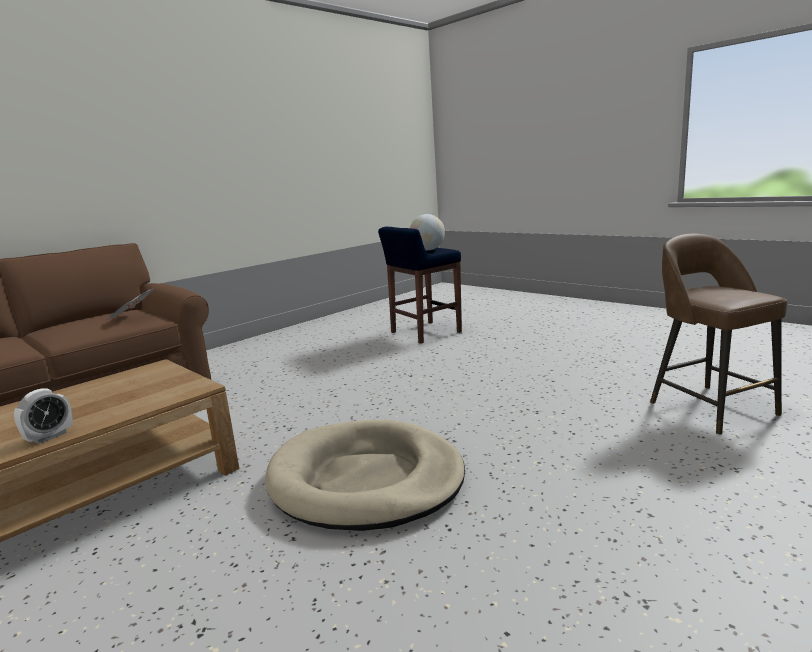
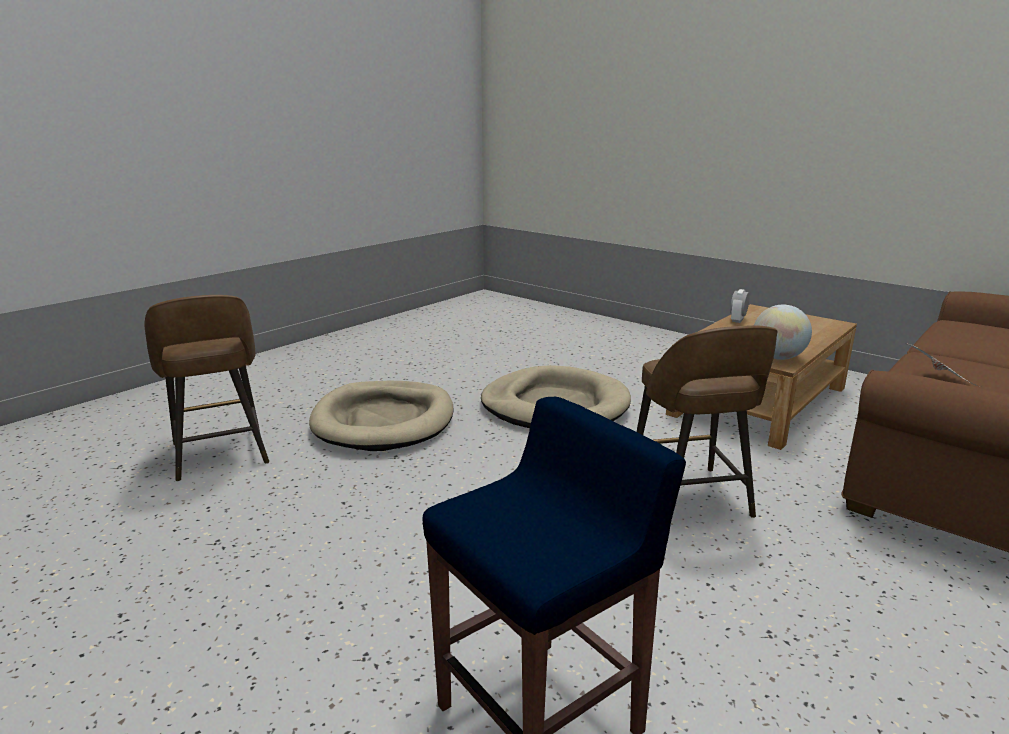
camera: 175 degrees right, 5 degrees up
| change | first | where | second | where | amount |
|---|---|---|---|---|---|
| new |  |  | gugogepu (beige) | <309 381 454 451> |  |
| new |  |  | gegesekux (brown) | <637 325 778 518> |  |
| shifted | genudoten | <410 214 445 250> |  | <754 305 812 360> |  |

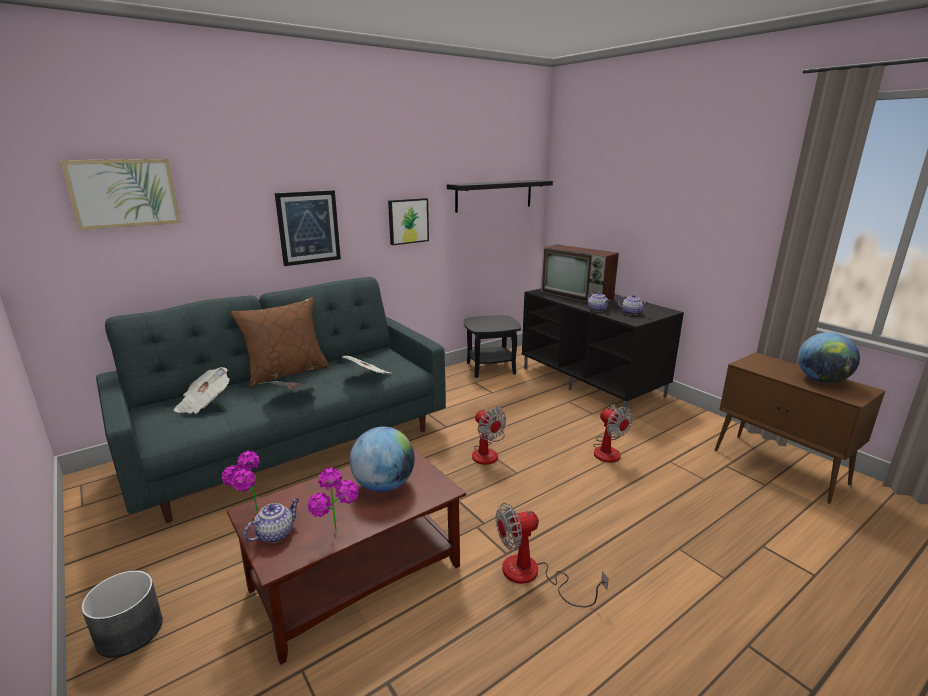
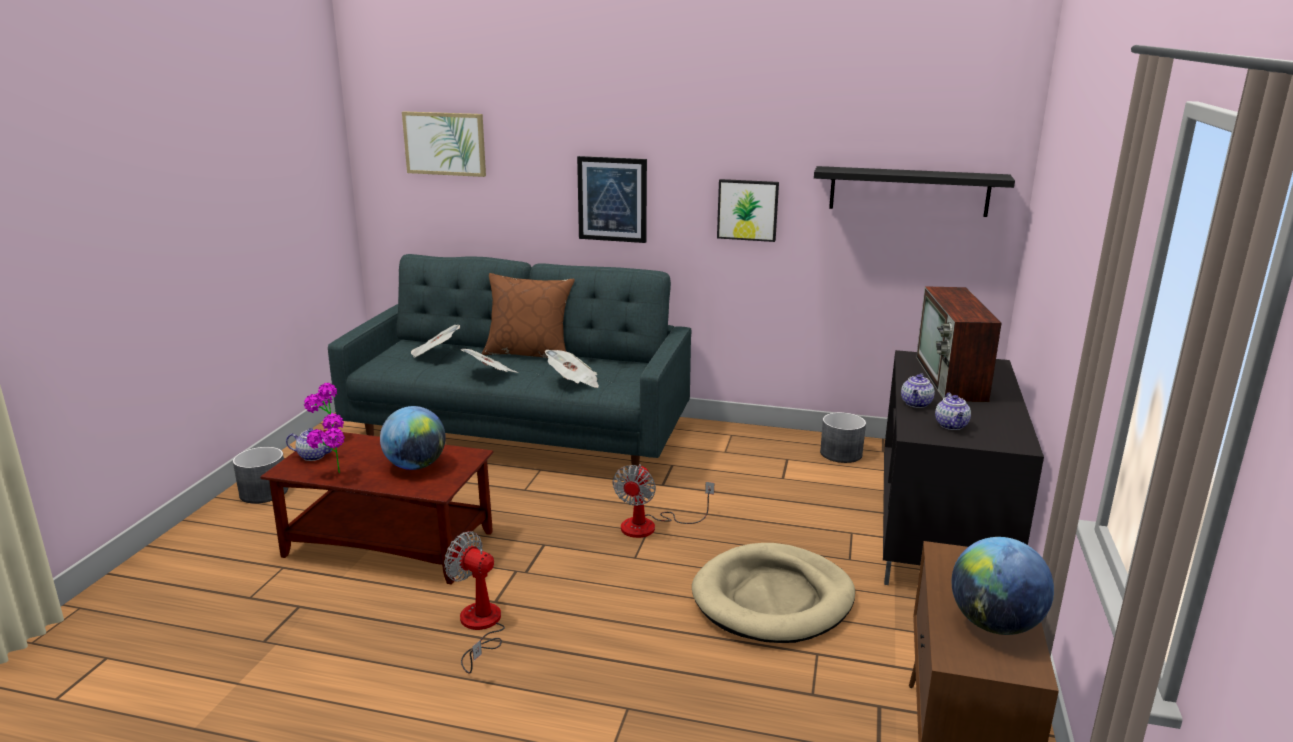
camera: 50 degrees right, 0 degrees up
| change | first | where | second | where | amount |
|---|---|---|---|---|---|
| swapped | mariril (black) | <464 315 521 378> | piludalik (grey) | <820 412 866 463> |  |
| swapped | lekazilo | <593 404 633 463> | gugogepu (beige) | <692 543 855 643> |  |

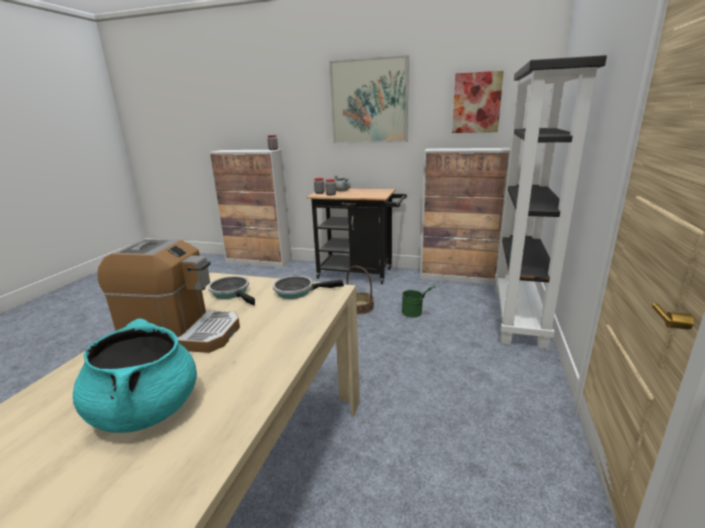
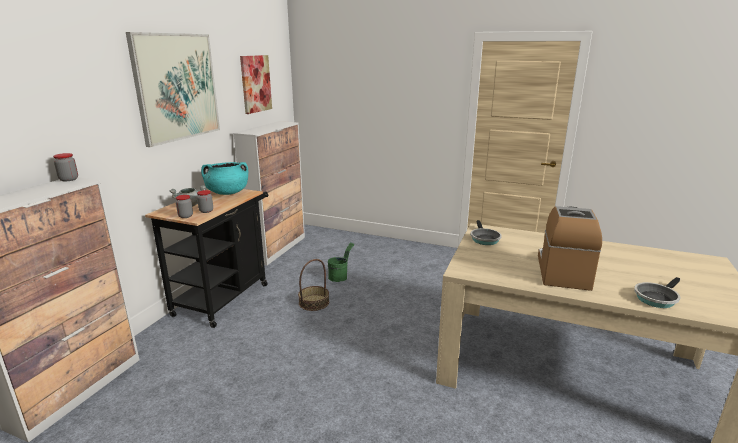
camera: 85 degrees left, 0 degrees up
| change | first | where | second | where | amount |
|---|---|---|---|---|---|
| gone | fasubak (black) | <495 55 607 349> |  |  |  |
| shifted | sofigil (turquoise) | <73 318 197 433> |  | <201 162 248 195> |  |
| shifted | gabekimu | <208 276 255 306> |  | <634 277 680 308> |  |

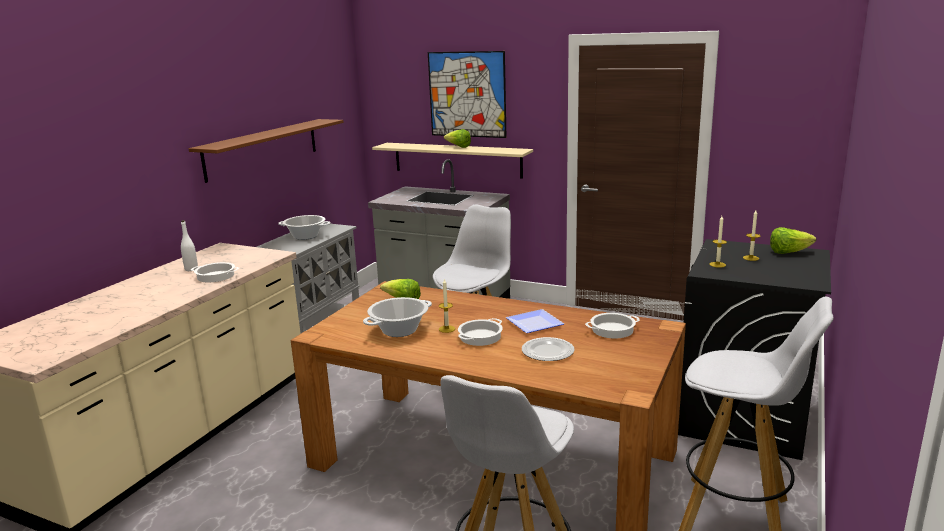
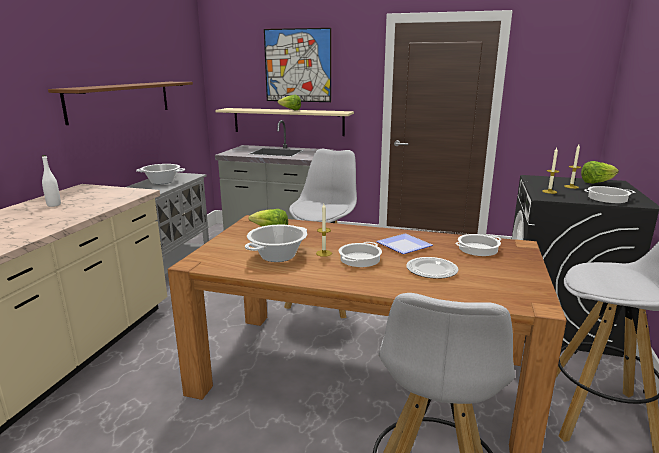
camera: 10 degrees left, 0 degrees up
| change | first | where | second | where | amount |
|---|---|---|---|---|---|
| shifted | sofigil | <191 262 239 282> |  | <584 186 636 203> |  |

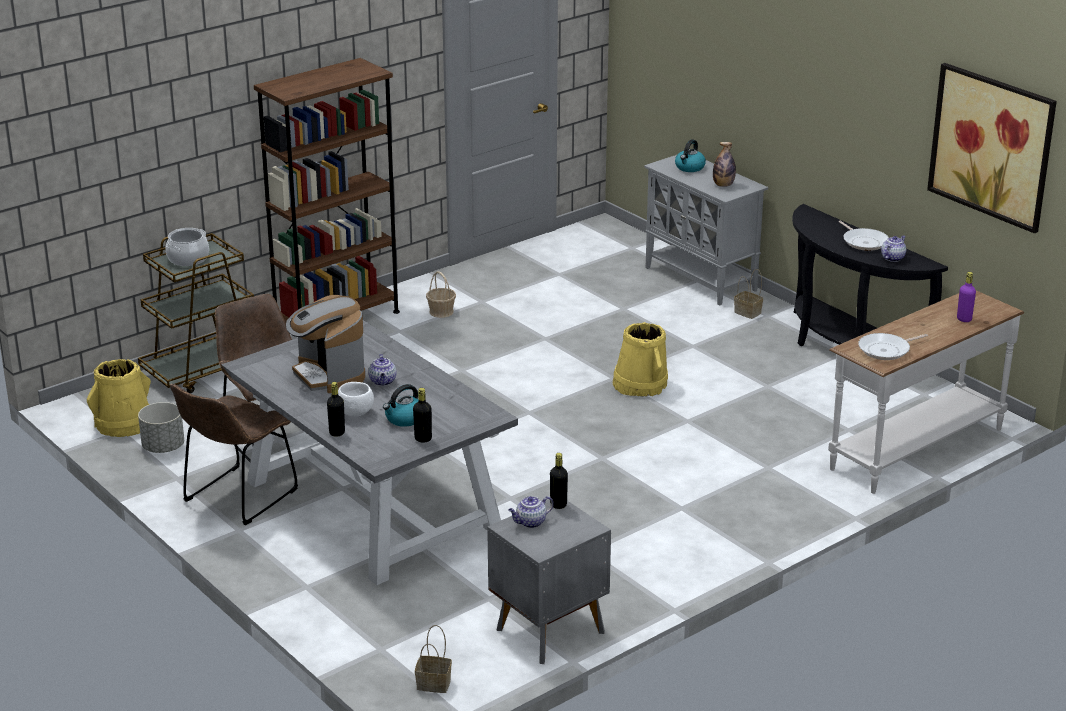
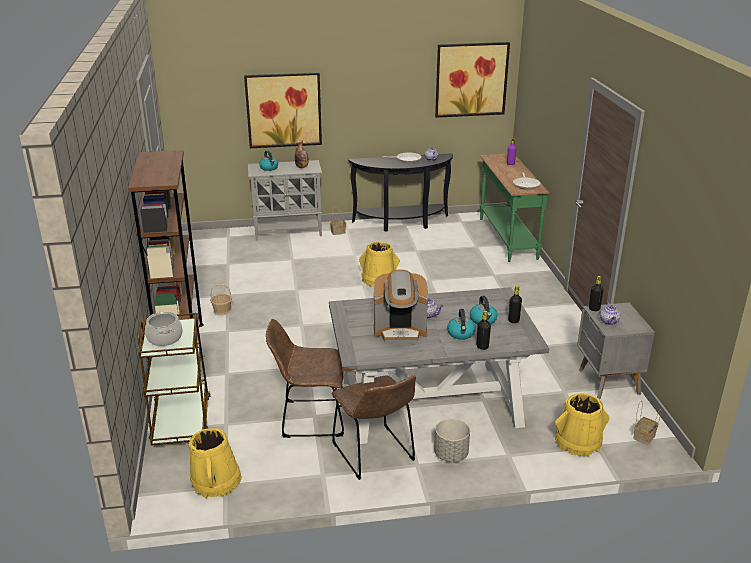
camera: 60 degrees left, 0 degrees up
| change | first | where | second | where | amount |
|---|---|---|---|---|---|
| new |  |  | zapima | <244 72 322 148> |  |
| new |  |  | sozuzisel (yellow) | <555 393 610 456> |  |
| shifted | piludalik (grey) | <138 402 184 453> |  | <434 418 470 462> |  |
| swapped | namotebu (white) | <338 382 374 416> | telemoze | <447 309 476 340> |  |
| repainted | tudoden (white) | <828 290 1024 494> | tudoden (green) | <480 153 549 262> |  |

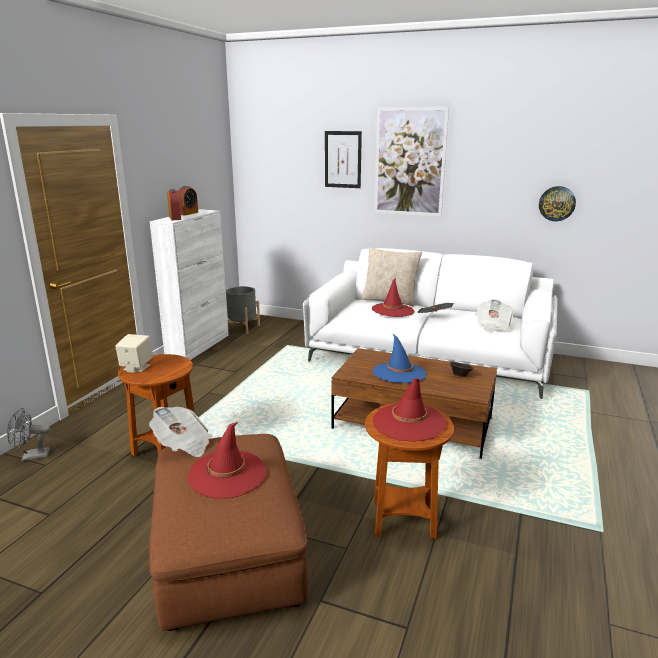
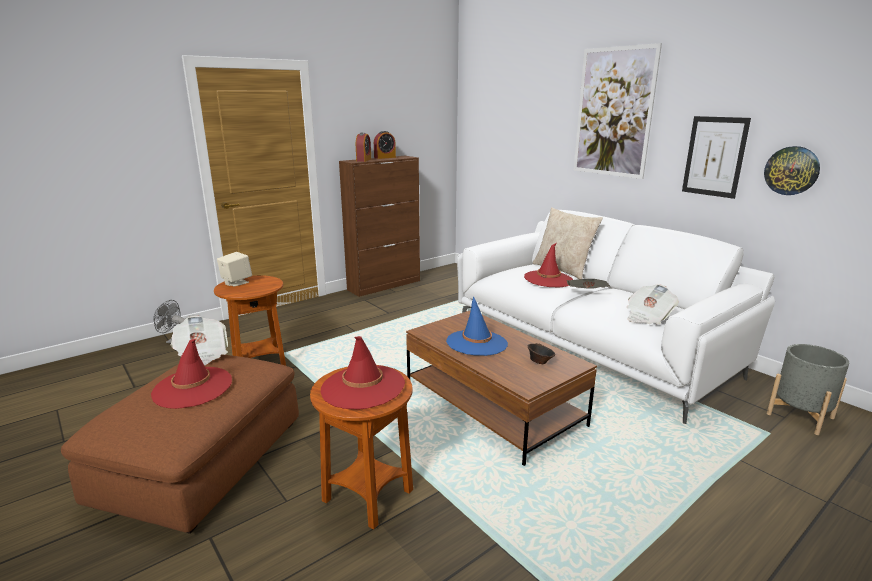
camera: 30 degrees right, 0 degrees up
| change | first | where | second | where | amount |
|---|---|---|---|---|---|
| shifted | piludalik (grey) | <226 286 260 334> |  | <767 344 849 435> |  |
| shifted | zapima | <325 131 362 188> |  | <682 116 751 199> |  |
| repainted | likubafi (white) | <150 209 229 360> | likubafi (brown) | <339 156 420 297> |  |

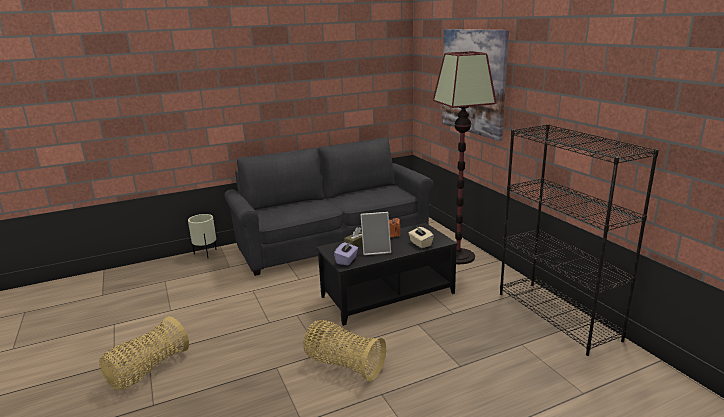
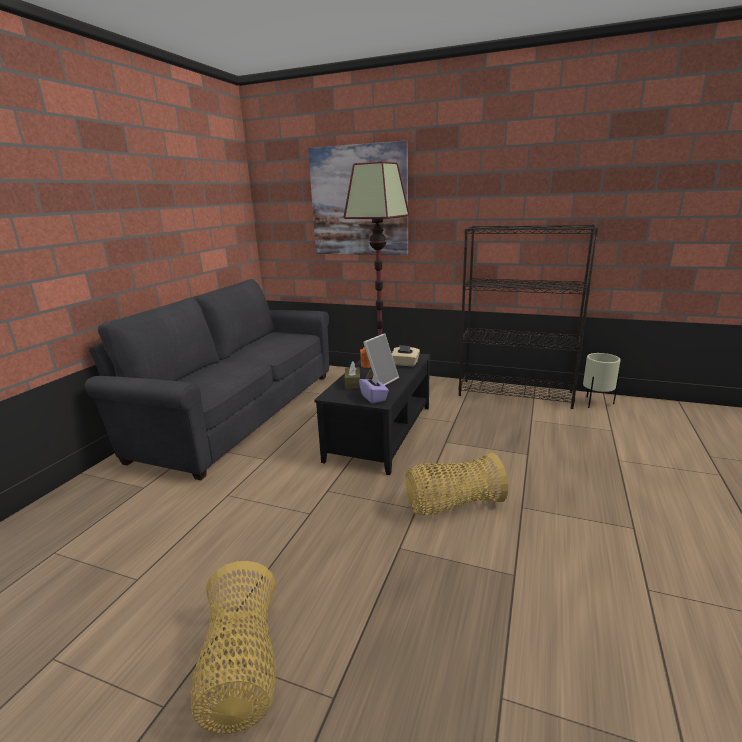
camera: 45 degrees left, 0 degrees up
| change | first | where | second | where | amount |
|---|---|---|---|---|---|
| shifted | piludalik (beige) | <188 214 217 259> |  | <583 353 621 408> |  |

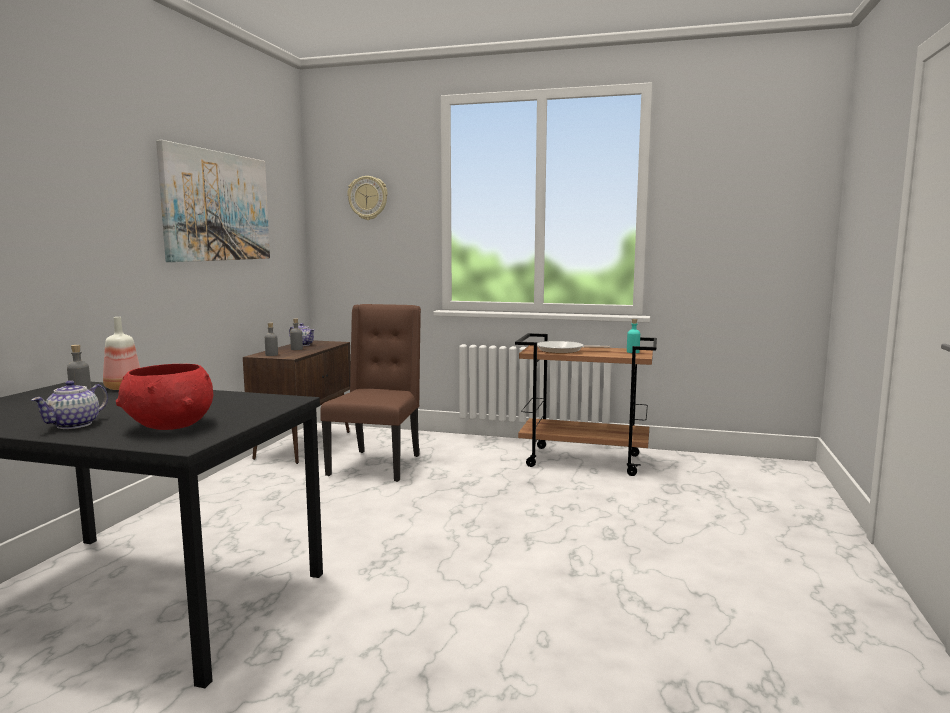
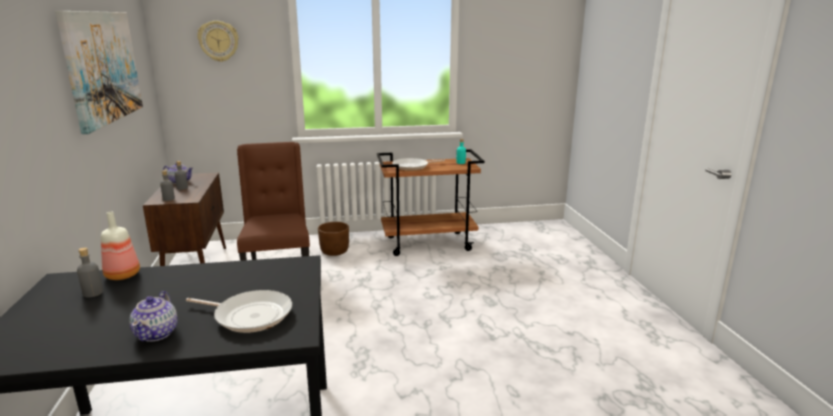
camera: 25 degrees left, 10 degrees up
| change | first | where | second | where | amount |
|---|---|---|---|---|---|
| new |  |  | piludalik (brown) | <318 222 349 256> |  |
| swapped | namotebu (red) | <116 364 213 430> | gabekimu | <186 290 292 333> |  |

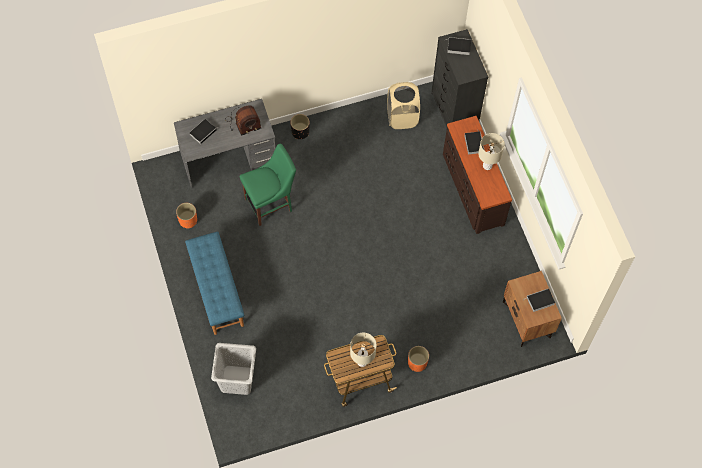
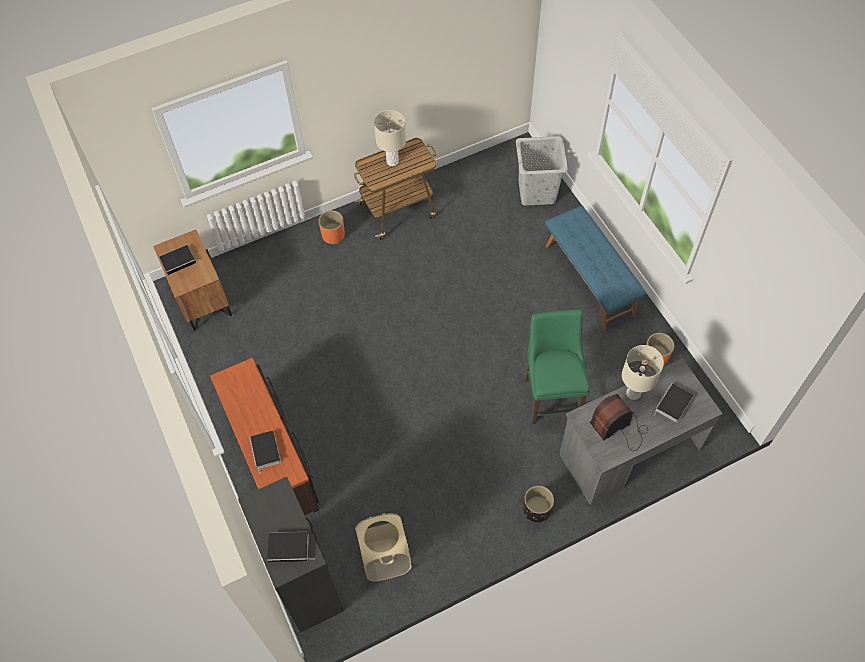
camera: 175 degrees right, 5 degrees down
| change | first | where | second | where | amount |
|---|---|---|---|---|---|
| shifted | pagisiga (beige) | <478 133 505 170> |  | <622 345 664 400> |  |
| rotated | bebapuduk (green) | <240 144 296 226> |  | <525 309 590 424> | 120 degrees clockwise |

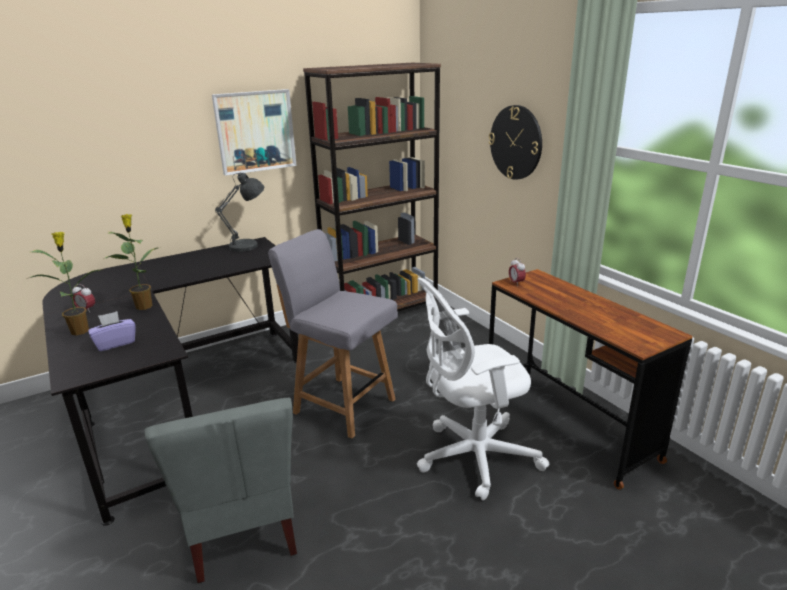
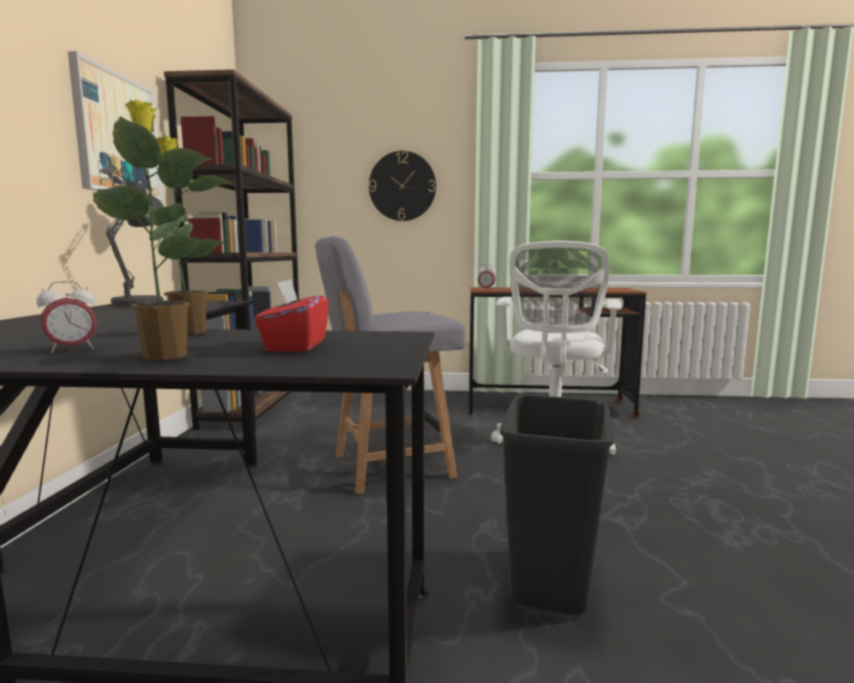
camera: 55 degrees left, 15 degrees down
| change | first | where | second | where | amount |
|---|---|---|---|---|---|
| swapped | bebapuduk (grey) | <145 397 297 583> | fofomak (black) | <500 395 614 615> |  |
| repainted | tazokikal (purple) | <88 311 136 351> | tazokikal (red) | <255 279 329 352> |  |

